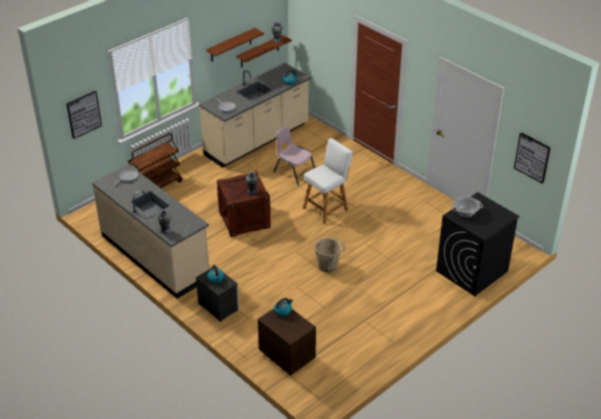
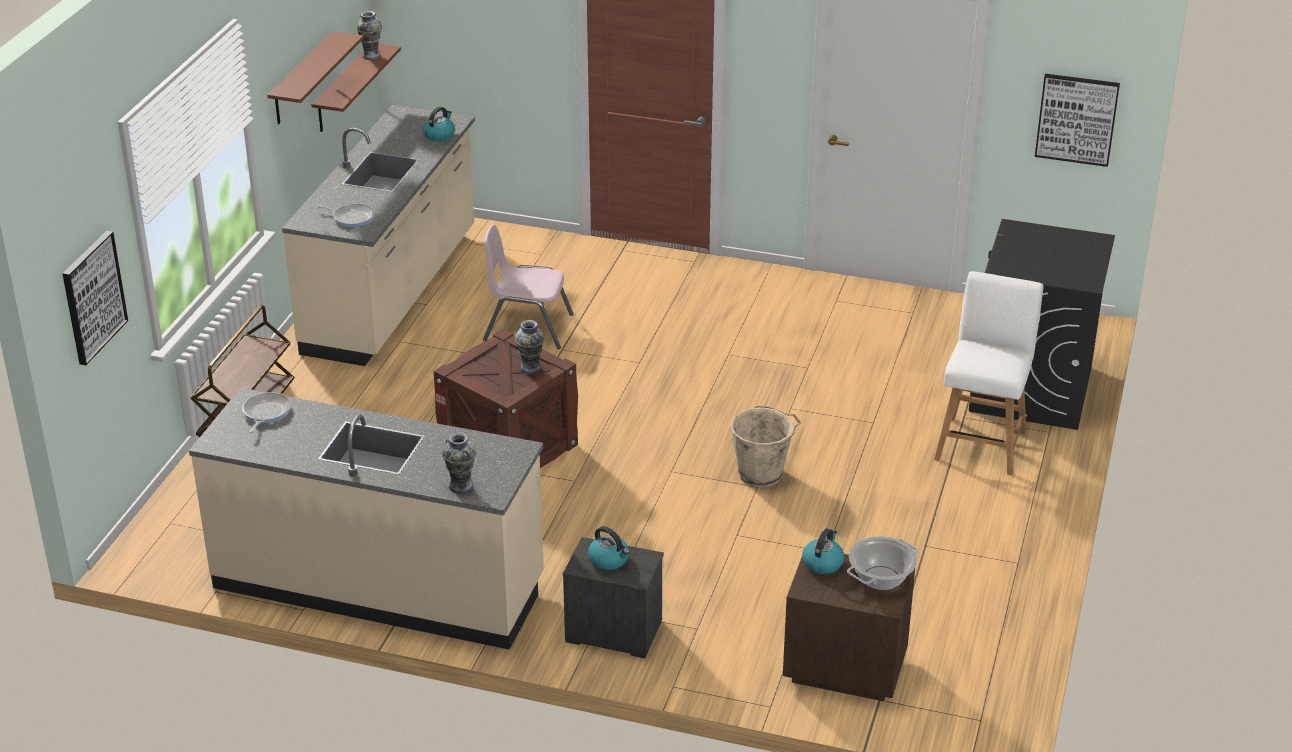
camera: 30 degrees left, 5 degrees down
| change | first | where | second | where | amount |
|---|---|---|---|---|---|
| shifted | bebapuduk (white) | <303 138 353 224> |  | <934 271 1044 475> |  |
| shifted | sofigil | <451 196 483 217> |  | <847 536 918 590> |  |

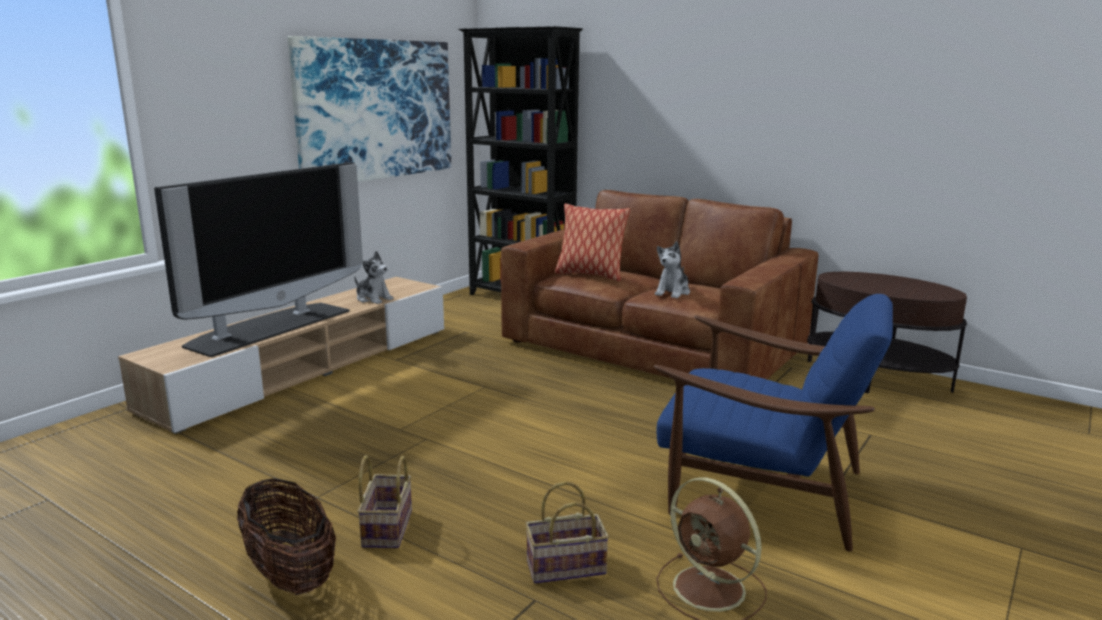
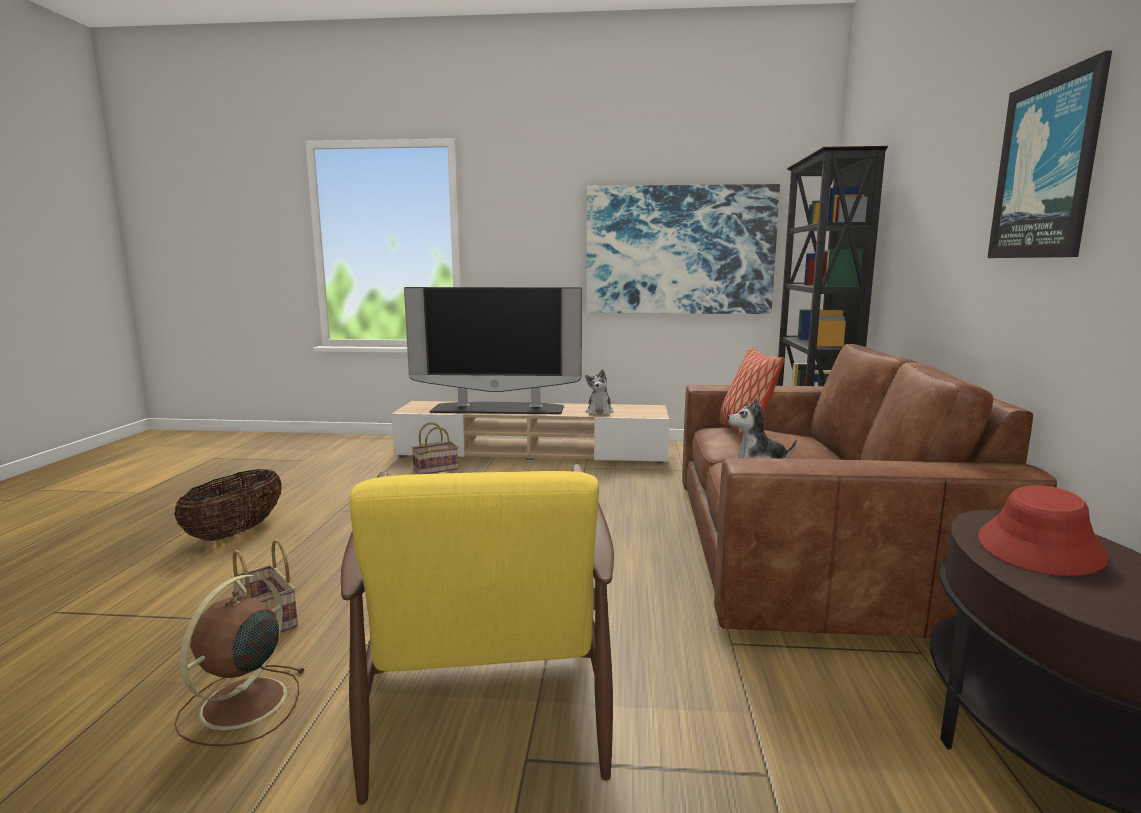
camera: 60 degrees right, 5 degrees down
| change | first | where | second | where | amount |
|---|---|---|---|---|---|
| new |  |  | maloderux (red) | <978 485 1109 576> |  |
| new |  |  | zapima | <987 51 1112 258> |  |
| shifted | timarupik | <357 455 412 548> |  | <412 422 458 474> |  |
| repainted | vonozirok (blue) | <654 294 893 551> | vonozirok (yellow) | <341 464 614 805> |  |

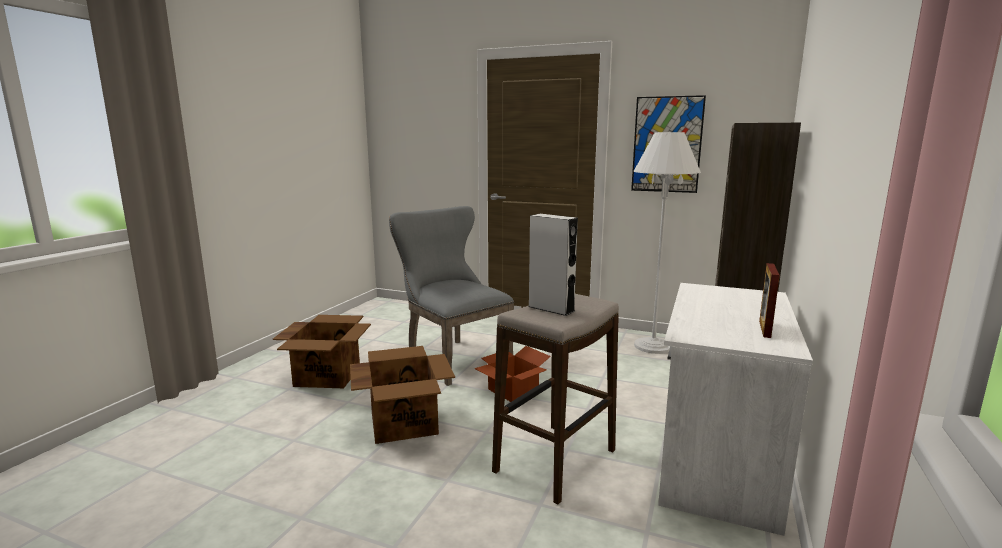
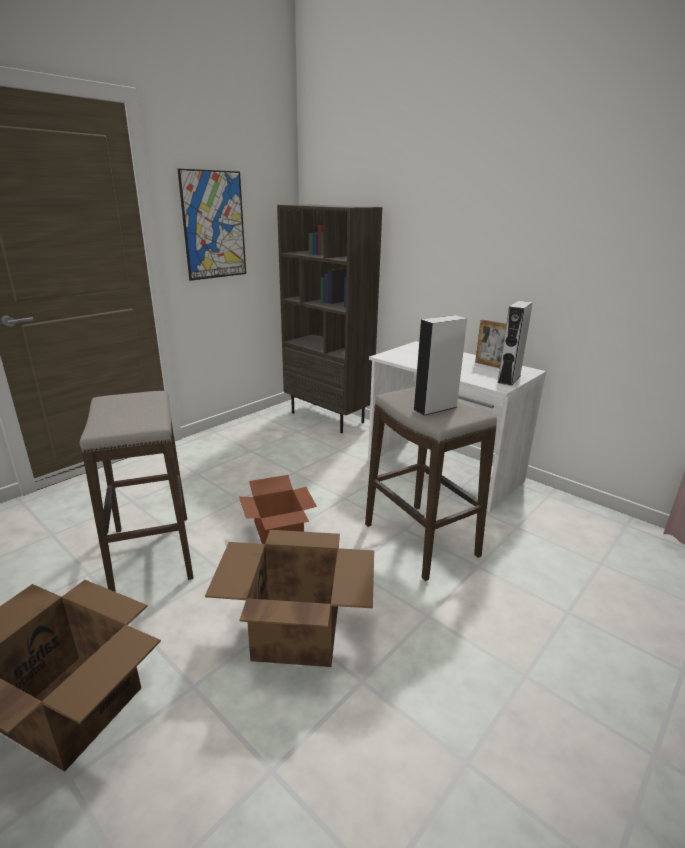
camera: 70 degrees left, 10 degrees up
| change | first | where | second | where | amount |
|---|---|---|---|---|---|
| gone | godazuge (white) | <633 132 701 354> |  |  |  |
| new |  |  | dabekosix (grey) | <497 301 533 386> |  |
| swapped | bebapuduk (grey) | <389 206 514 386> | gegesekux | <80 391 193 592> |  |

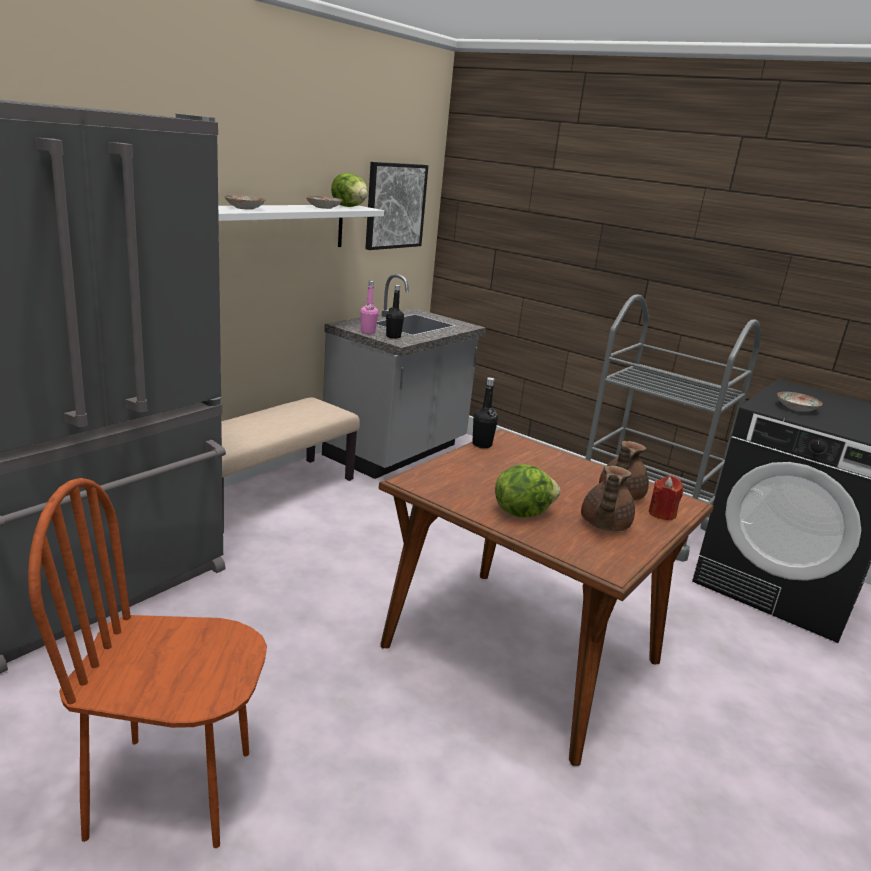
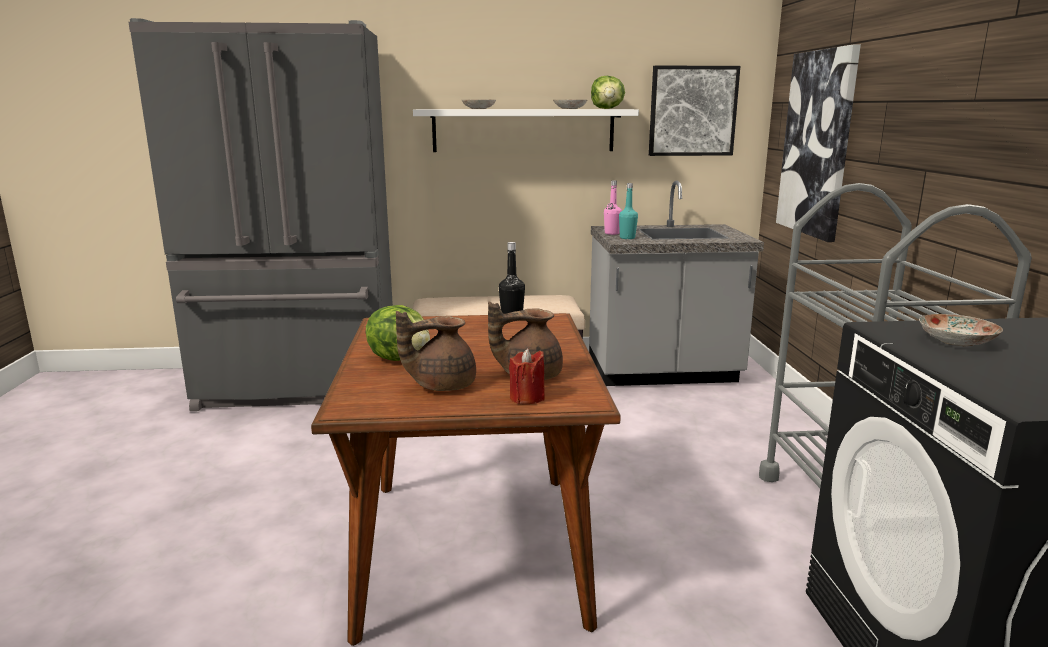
camera: 50 degrees right, 5 degrees down
| change | first | where | second | where | amount |
|---|---|---|---|---|---|
| gone | bebapuduk (brown) | <28 478 267 848> |  |  |  |
| new |  |  | zapima | <776 45 861 242> |  |
| repainted | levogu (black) | <386 285 404 339> | levogu (turquoise) | <619 183 638 239> |  |

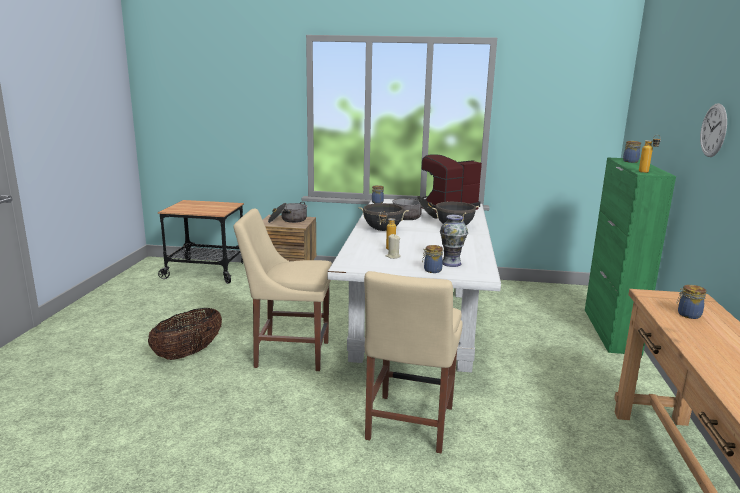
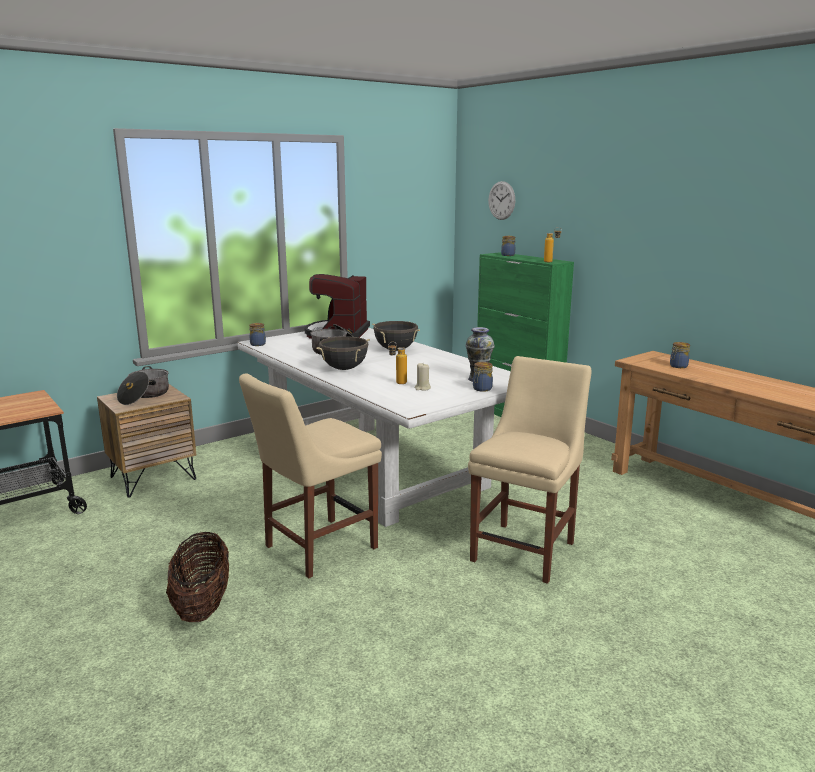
camera: 45 degrees left, 0 degrees up
| change | first | where | second | where | amount |
|---|---|---|---|---|---|
| shifted | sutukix | <700 103 727 157> |  | <488 181 515 220> |  |
| rotated | bebapuduk (beige) | <364 271 463 453> |  | <468 356 591 584> | 120 degrees counterclockwise |

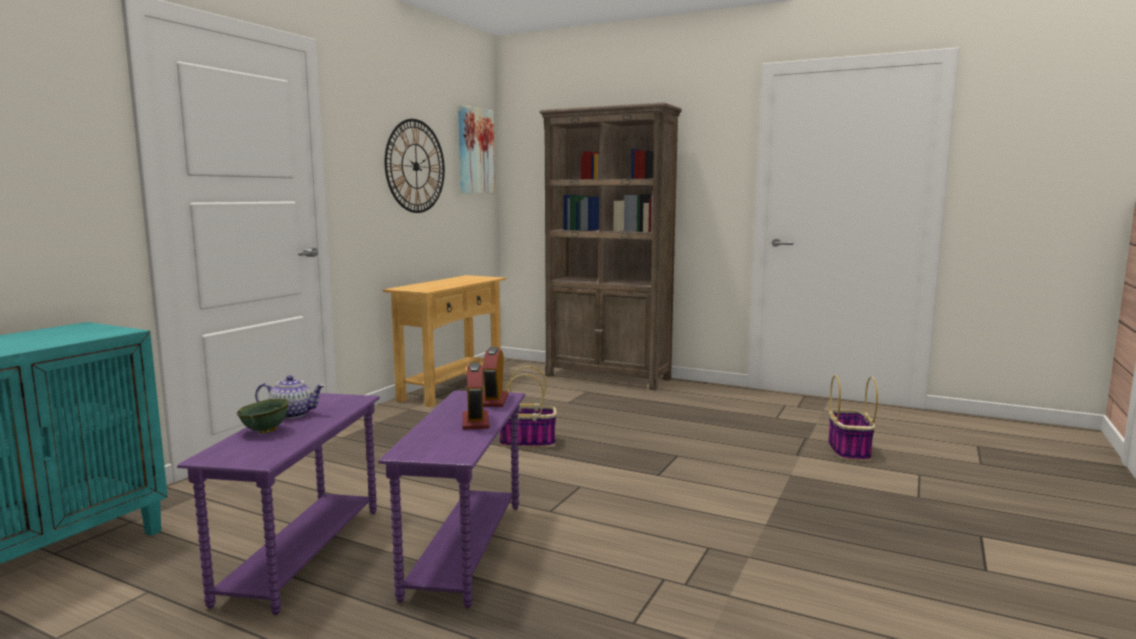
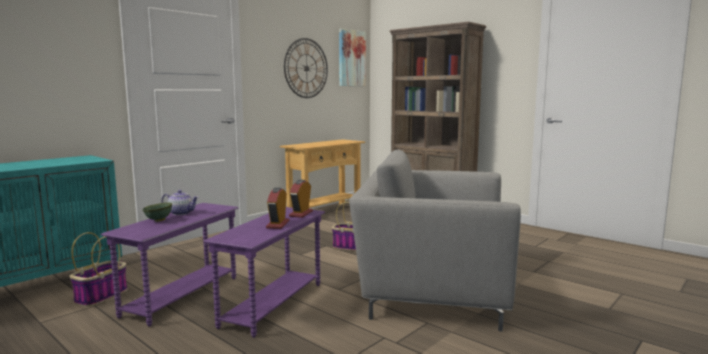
camera: 15 degrees right, 0 degrees up
| change | first | where | second | where | amount |
|---|---|---|---|---|---|
| new |  |  | vonozirok (grey) | <349 150 521 331> |  |
| shifted | timarupik | <828 375 878 461> |  | <70 232 127 307> |  |

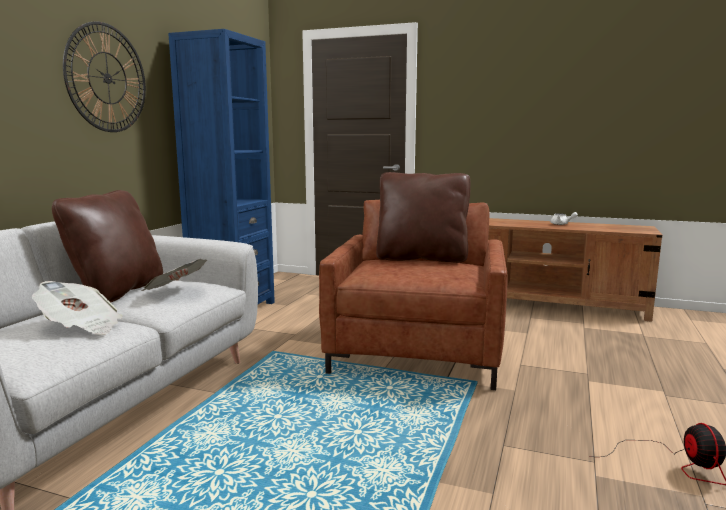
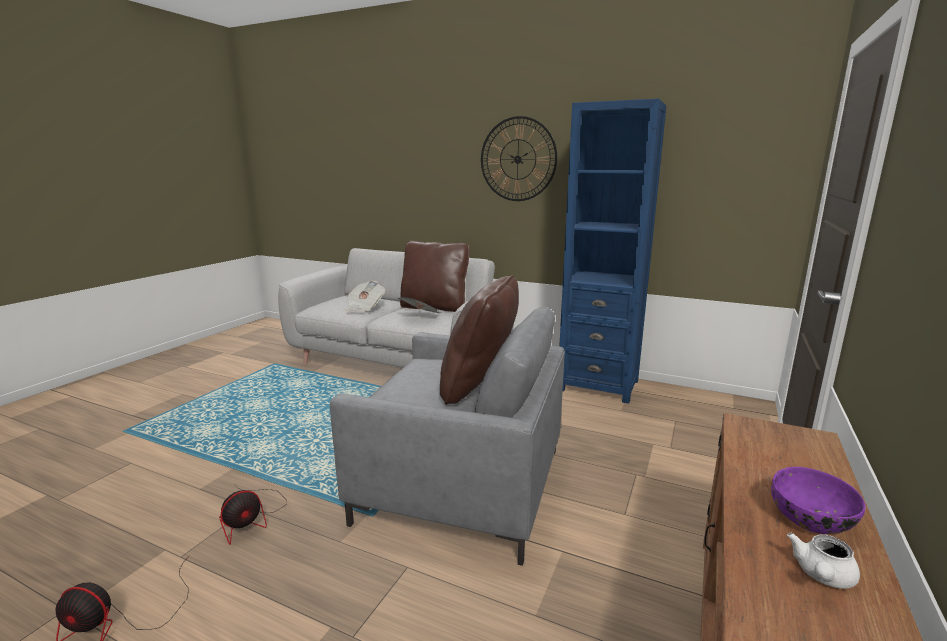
camera: 95 degrees right, 5 degrees up
| change | first | where | second | where | amount |
|---|---|---|---|---|---|
| new |  |  | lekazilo | <219 485 287 545> |  |
| new |  |  | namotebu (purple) | <771 467 866 534> |  |
| repainted | vonozirok (brown) | <319 200 508 390> | vonozirok (grey) | <330 306 565 566> |  |

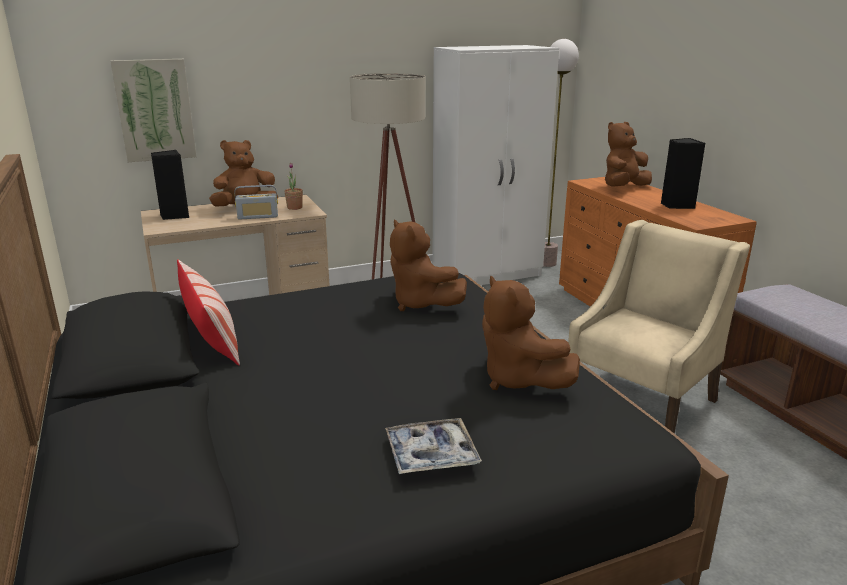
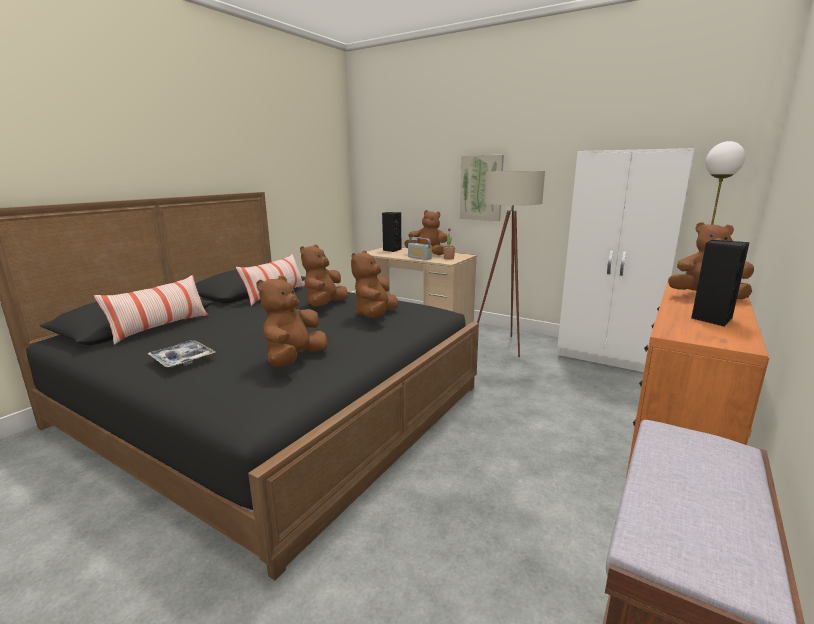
camera: 55 degrees right, 5 degrees down
| change | first | where | second | where | amount |
|---|---|---|---|---|---|
| gone | vonozirok (beige) | <568 220 750 434> |  |  |  |
| new |  |  | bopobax | <94 275 208 345> |  |
| new |  |  | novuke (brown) | <300 245 348 306> |  |
| shifted | zapima | <110 59 197 162> |  | <460 155 504 221> |  |

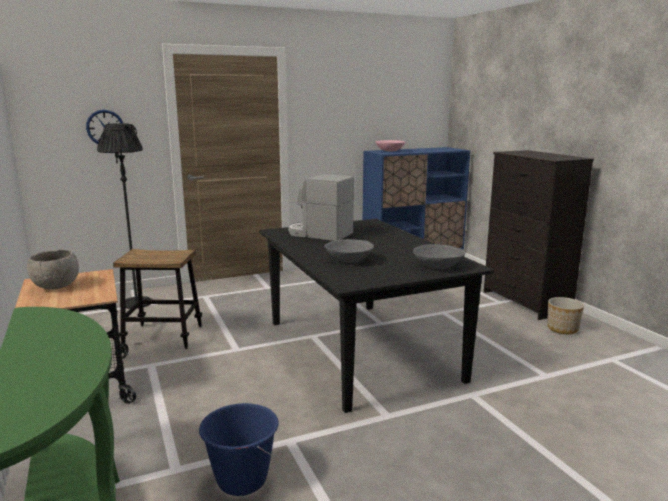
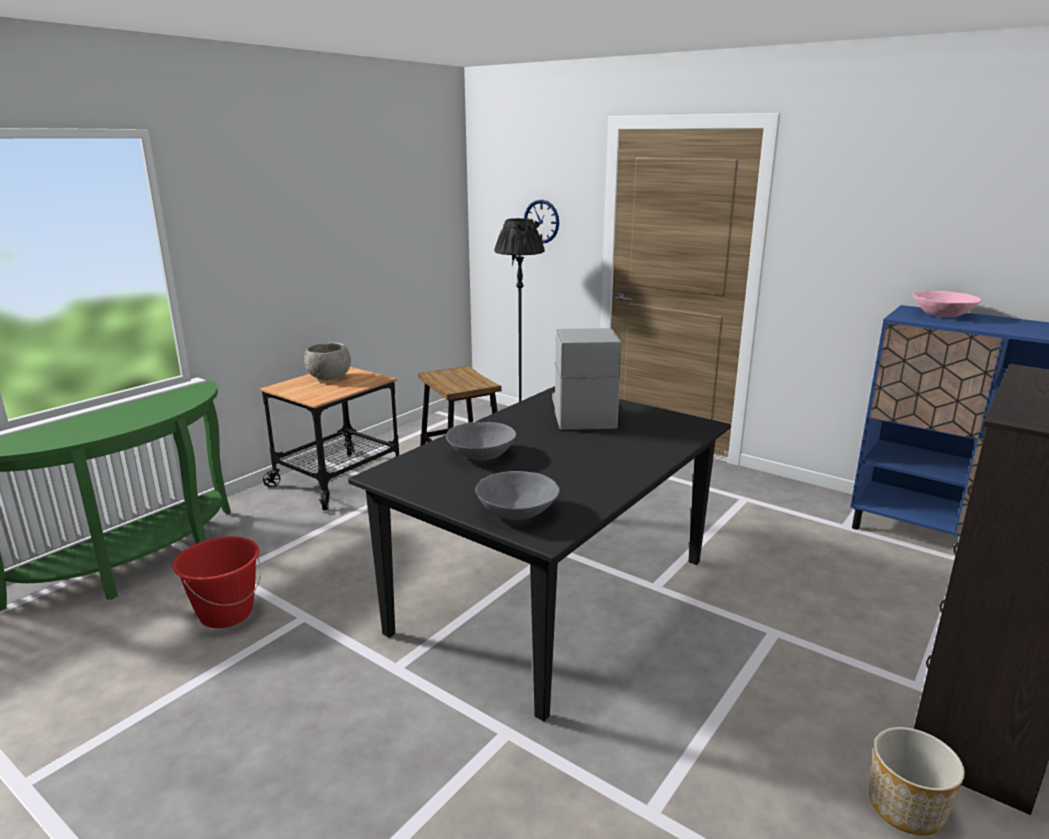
camera: 60 degrees right, 5 degrees up
| change | first | where | second | where | amount |
|---|---|---|---|---|---|
| repainted | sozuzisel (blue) | <199 403 279 496> | sozuzisel (red) | <173 536 261 628> |  |

